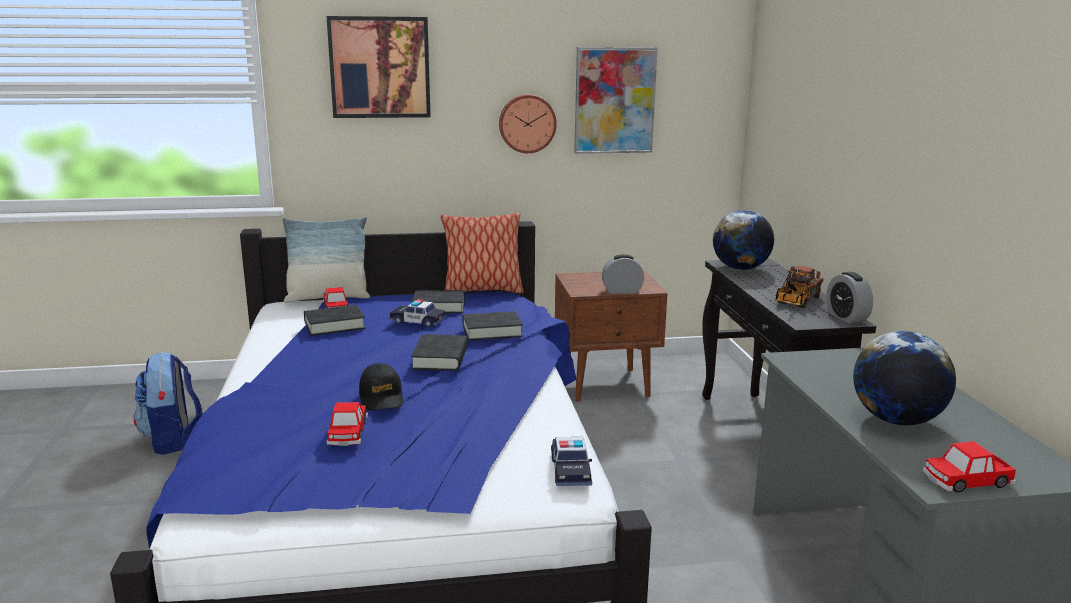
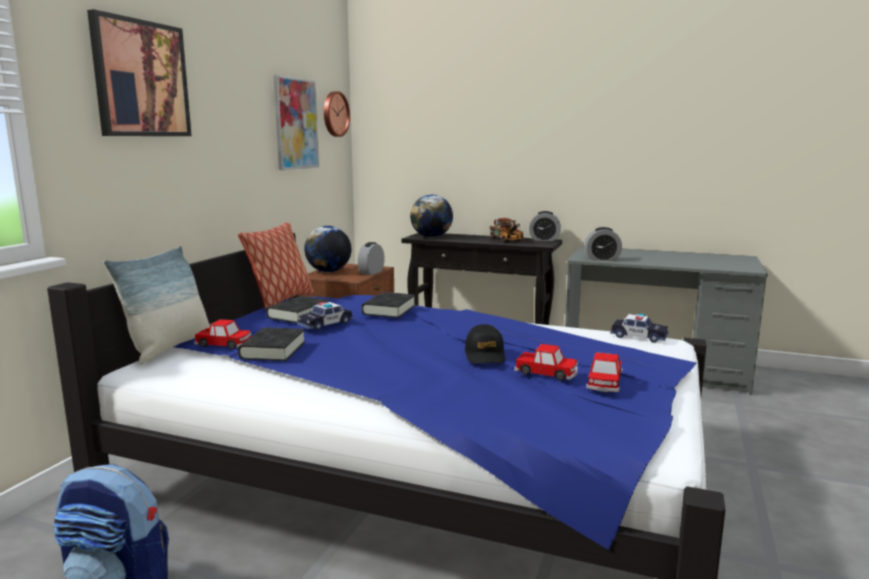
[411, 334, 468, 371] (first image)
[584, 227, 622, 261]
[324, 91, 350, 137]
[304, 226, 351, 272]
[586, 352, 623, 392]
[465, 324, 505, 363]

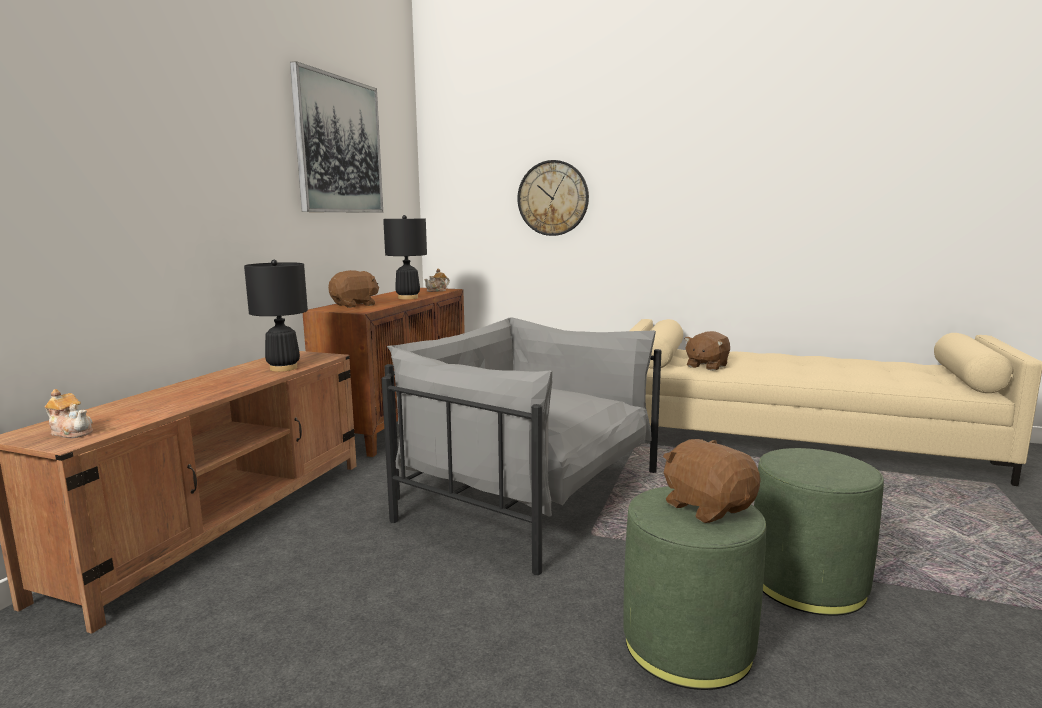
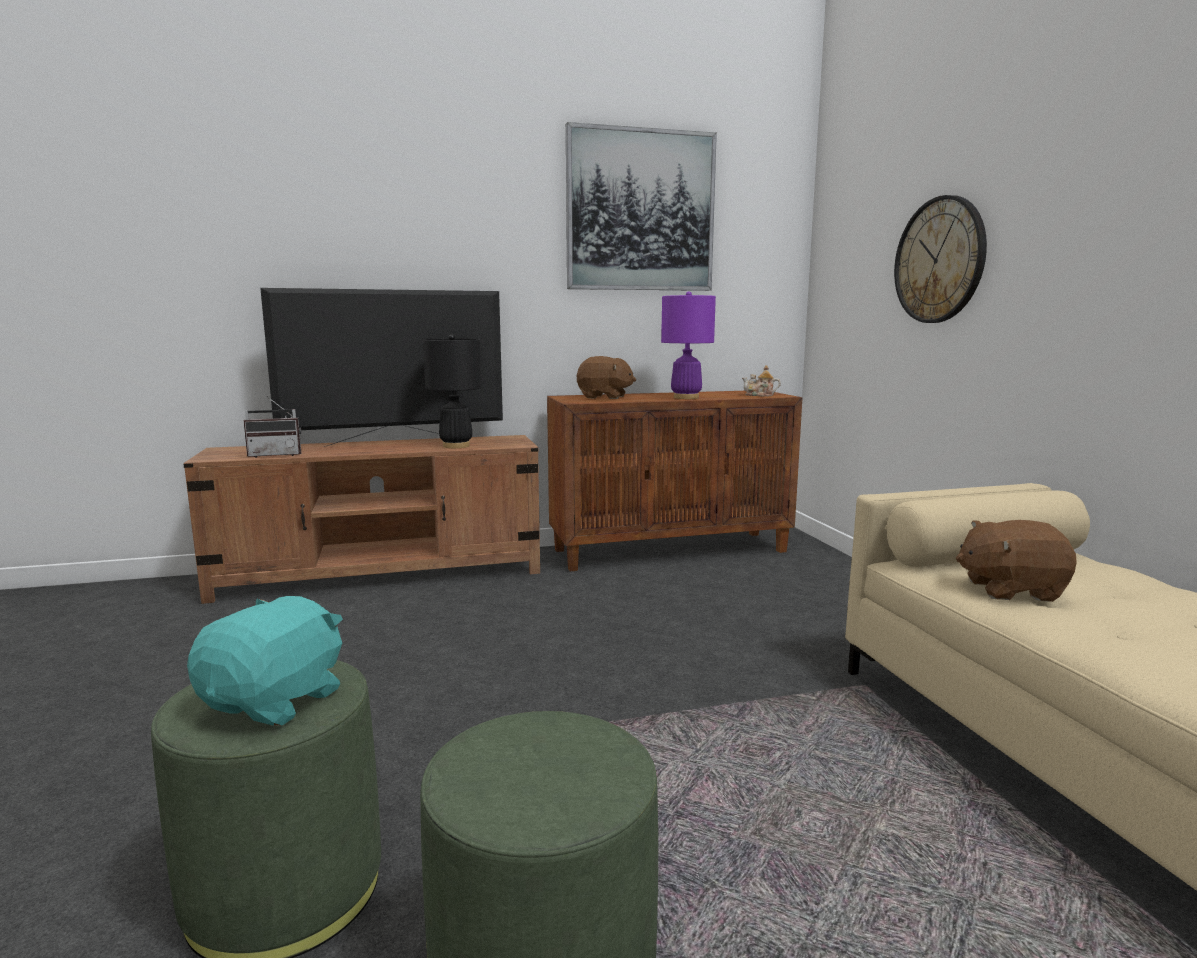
[45, 389, 93, 438] (first image)
[382, 317, 661, 575] (first image)
[243, 396, 301, 458]
[260, 288, 503, 447]
[661, 292, 716, 399]
[187, 596, 343, 726]

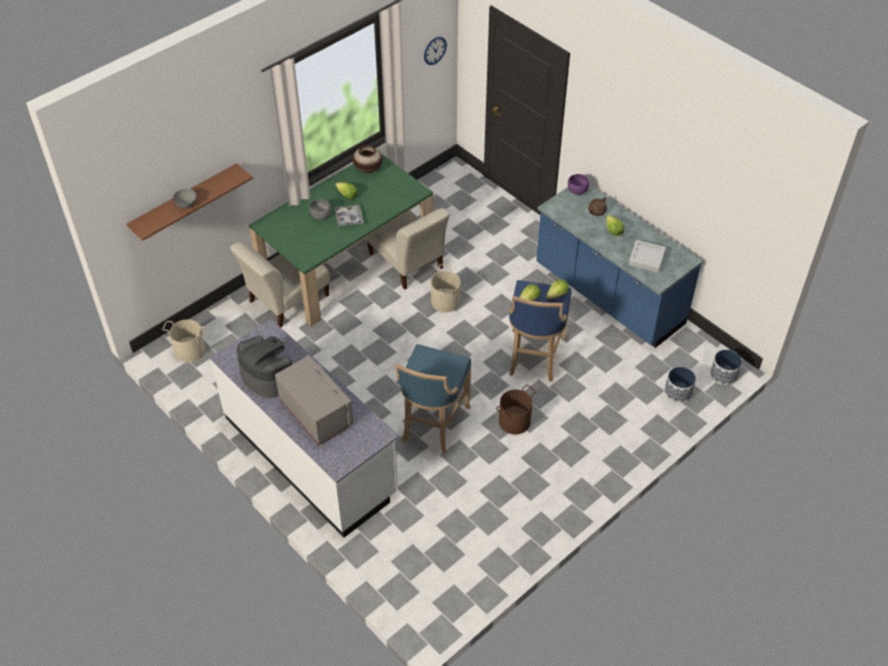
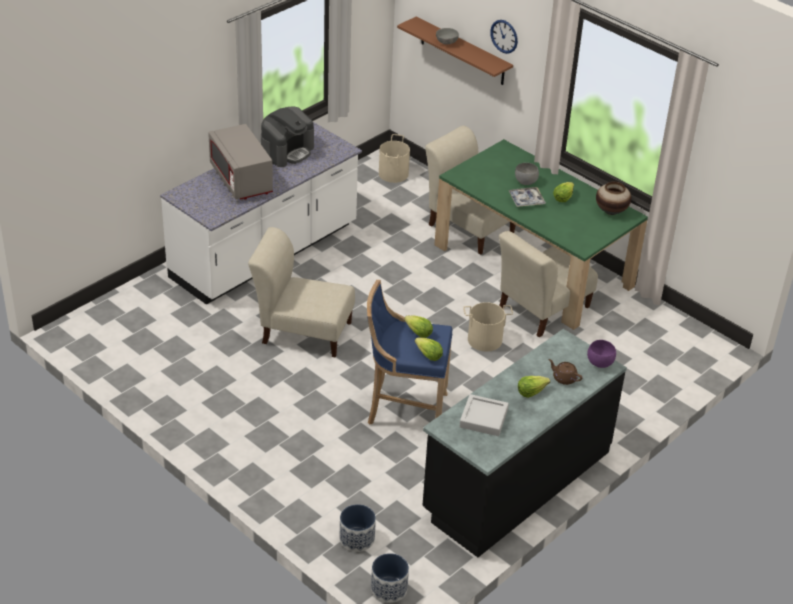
[496, 385, 536, 434] (first image)
[490, 20, 518, 54]
[248, 227, 355, 358]
[423, 329, 627, 557]
[208, 124, 273, 200]

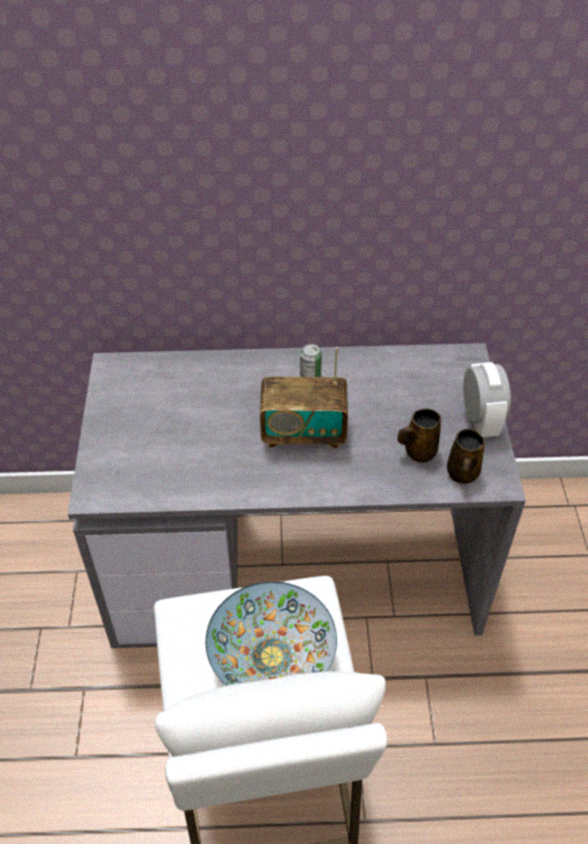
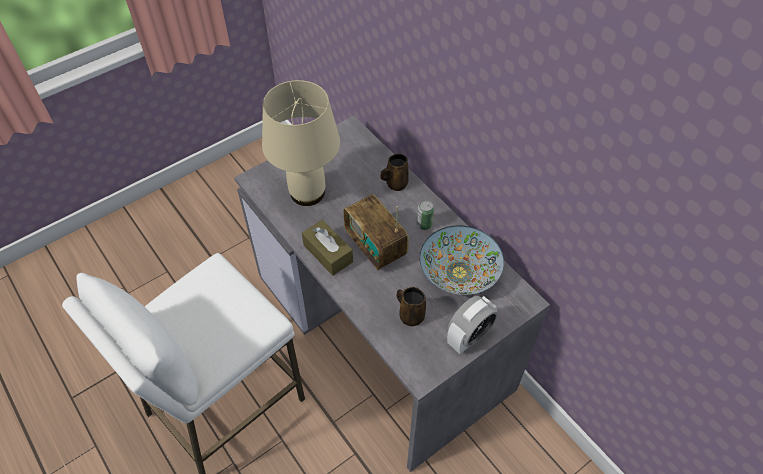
[262, 80, 340, 206]
[302, 220, 353, 276]
[420, 225, 504, 295]
[381, 154, 409, 191]

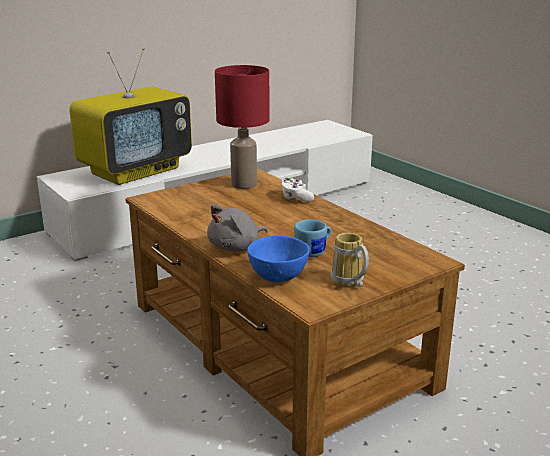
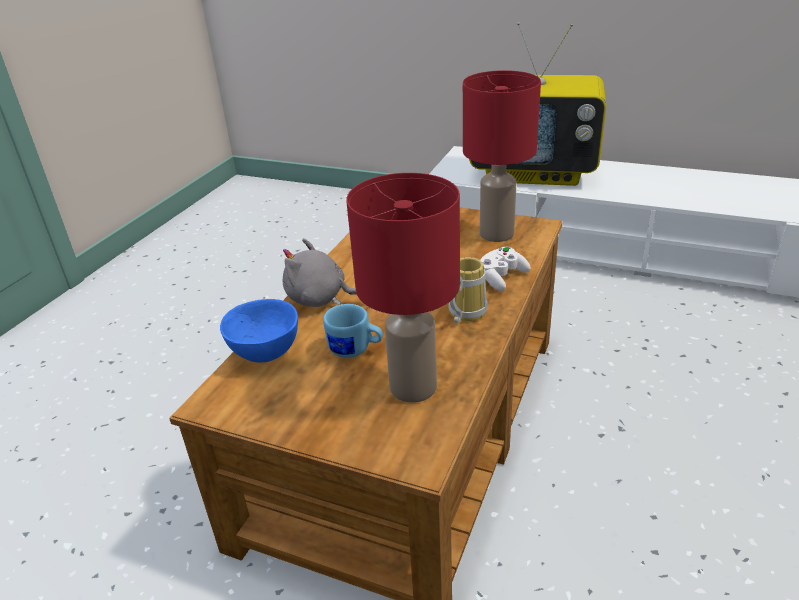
[346, 173, 460, 403]
[449, 257, 488, 323]

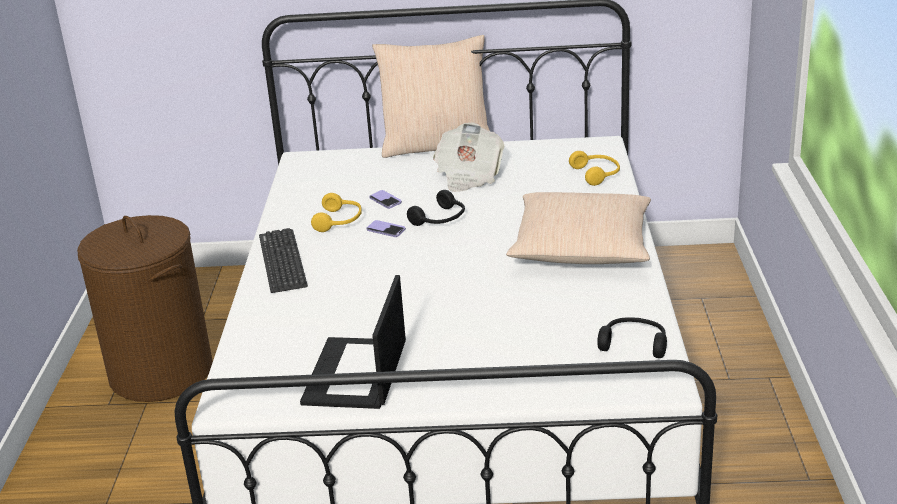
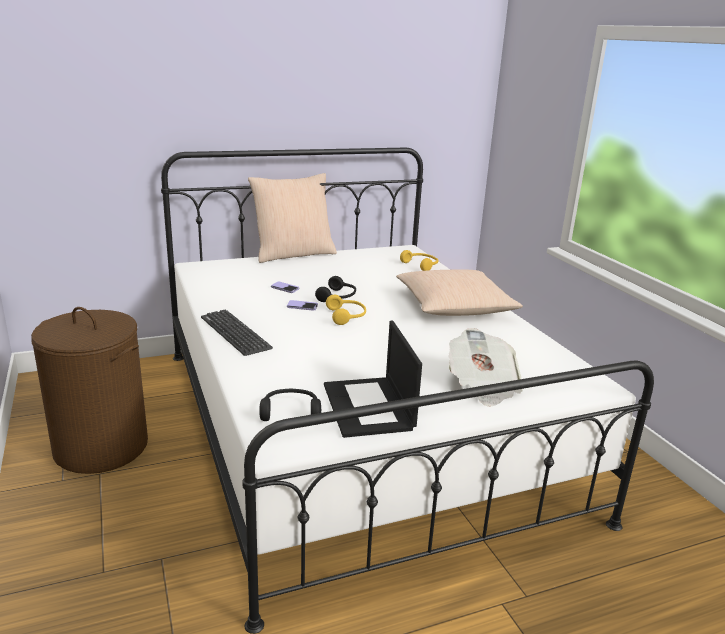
[326, 295, 366, 325]
[448, 328, 523, 407]
[259, 388, 321, 421]

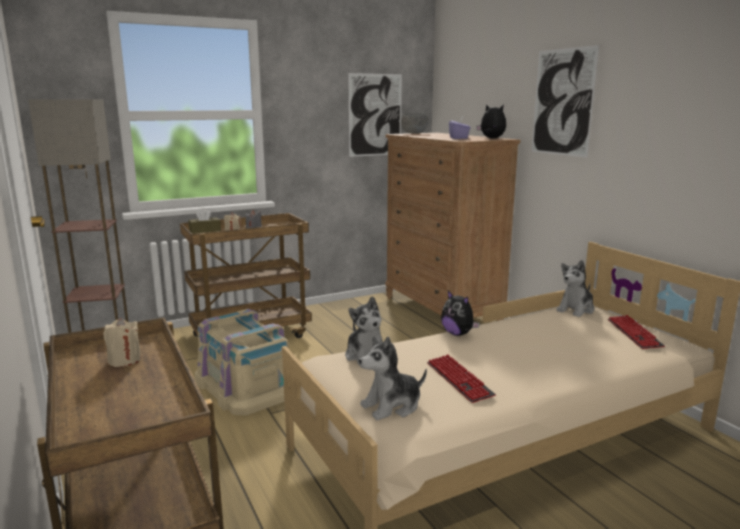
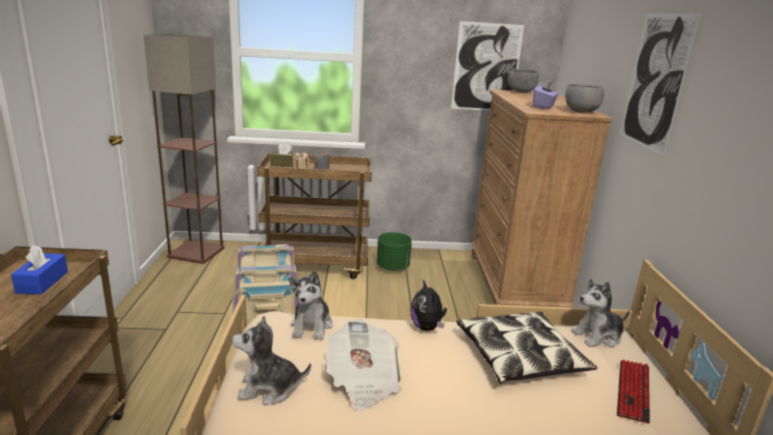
[377, 232, 412, 271]
[456, 312, 597, 384]
[11, 245, 68, 295]
[324, 319, 402, 411]
[565, 84, 604, 113]

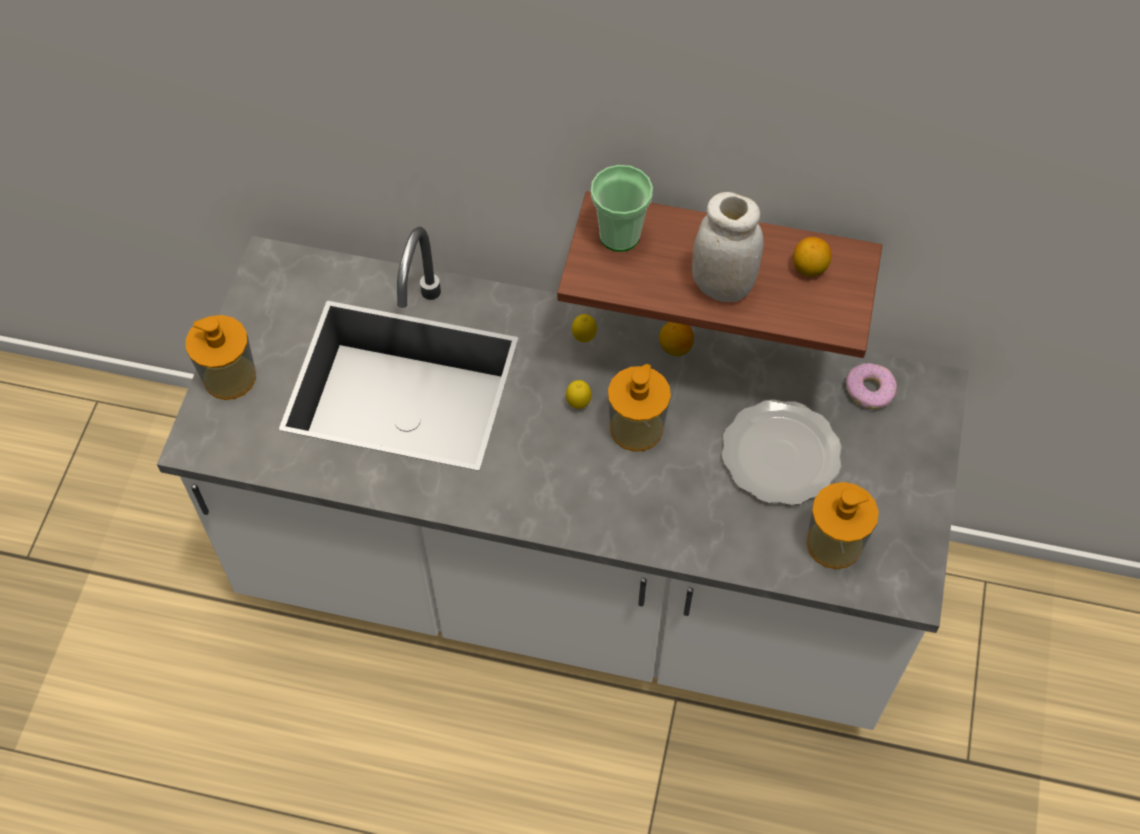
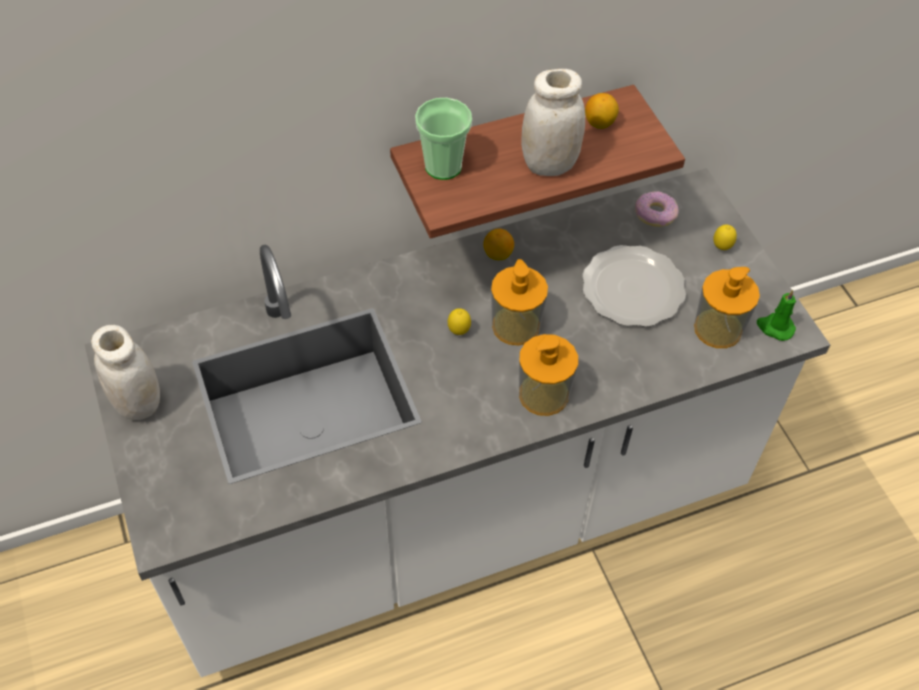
[91, 325, 160, 420]
[757, 290, 796, 341]
[519, 334, 578, 416]
[713, 225, 737, 250]

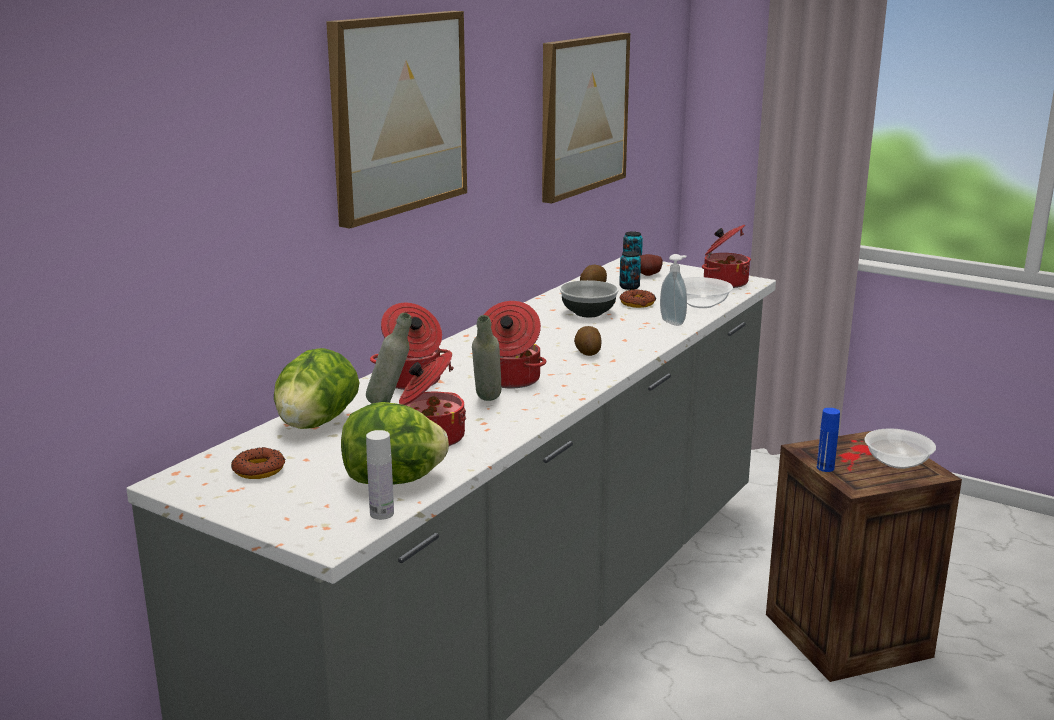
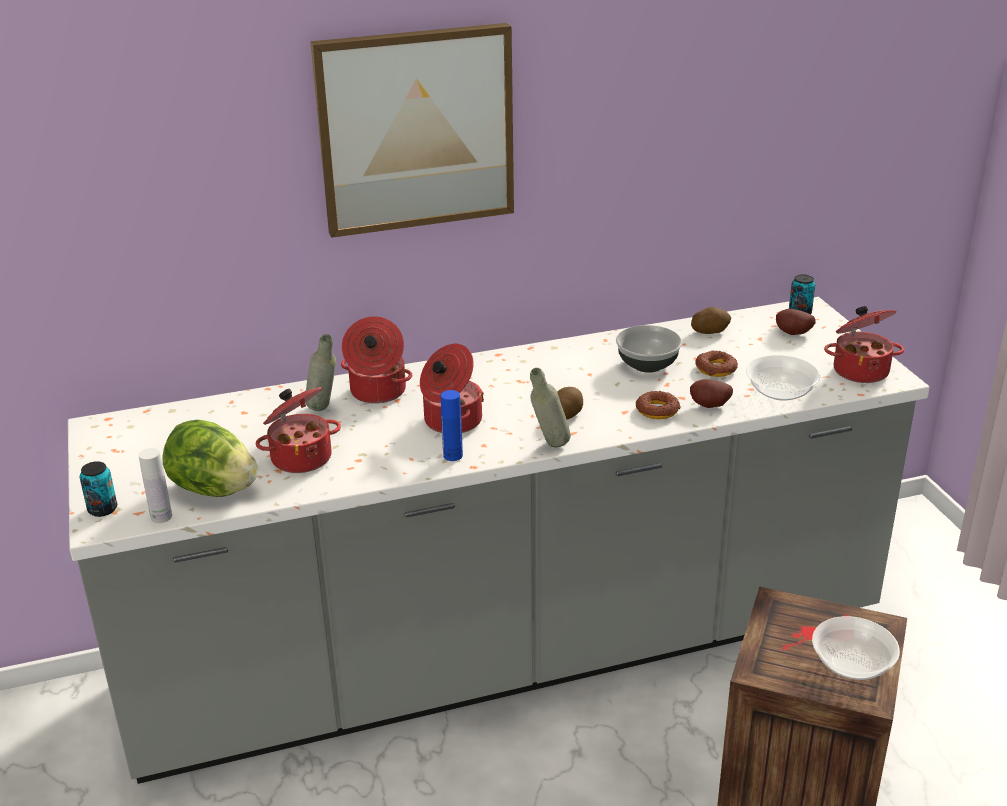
[274, 348, 360, 429] (first image)
[542, 33, 630, 204] (first image)
[636, 391, 681, 419]
[530, 368, 571, 447]
[80, 461, 117, 517]
[441, 390, 463, 461]
[690, 379, 733, 408]

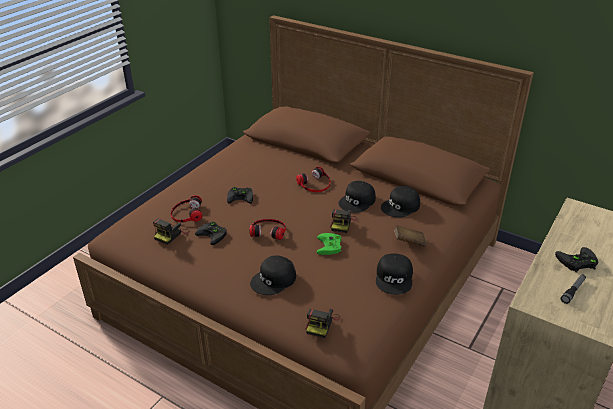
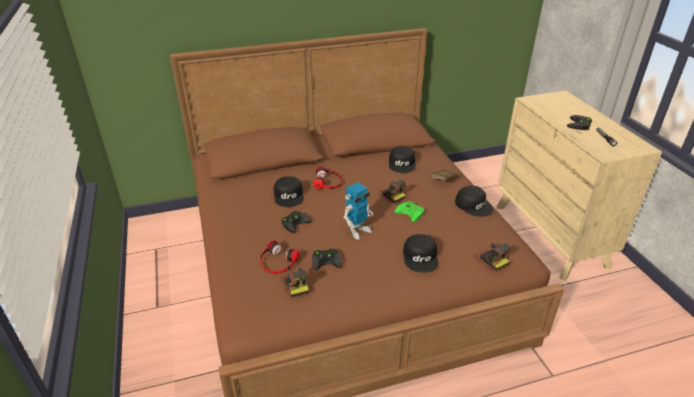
[274, 176, 304, 207]
[344, 182, 373, 240]

